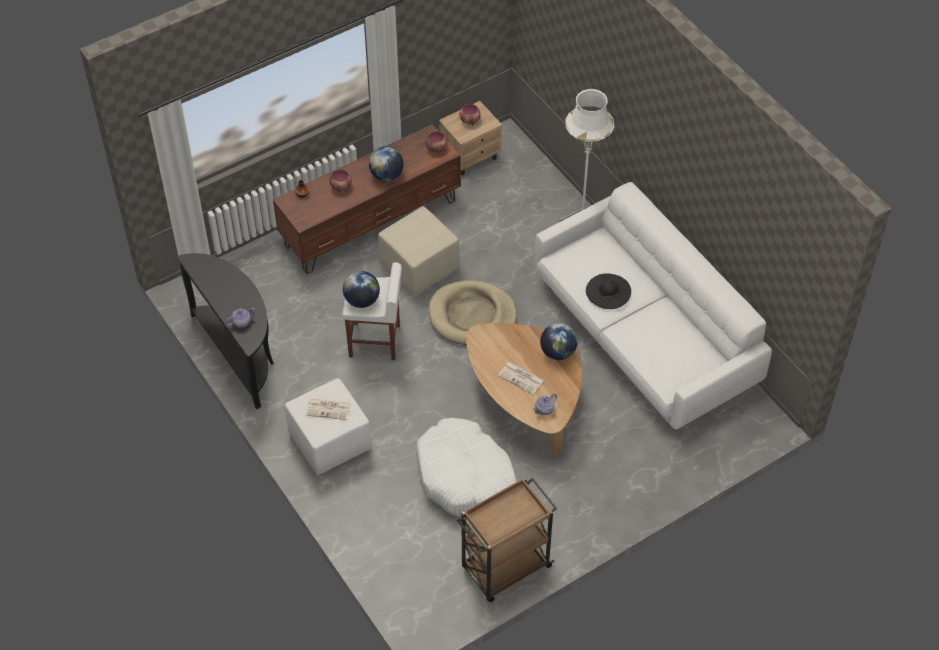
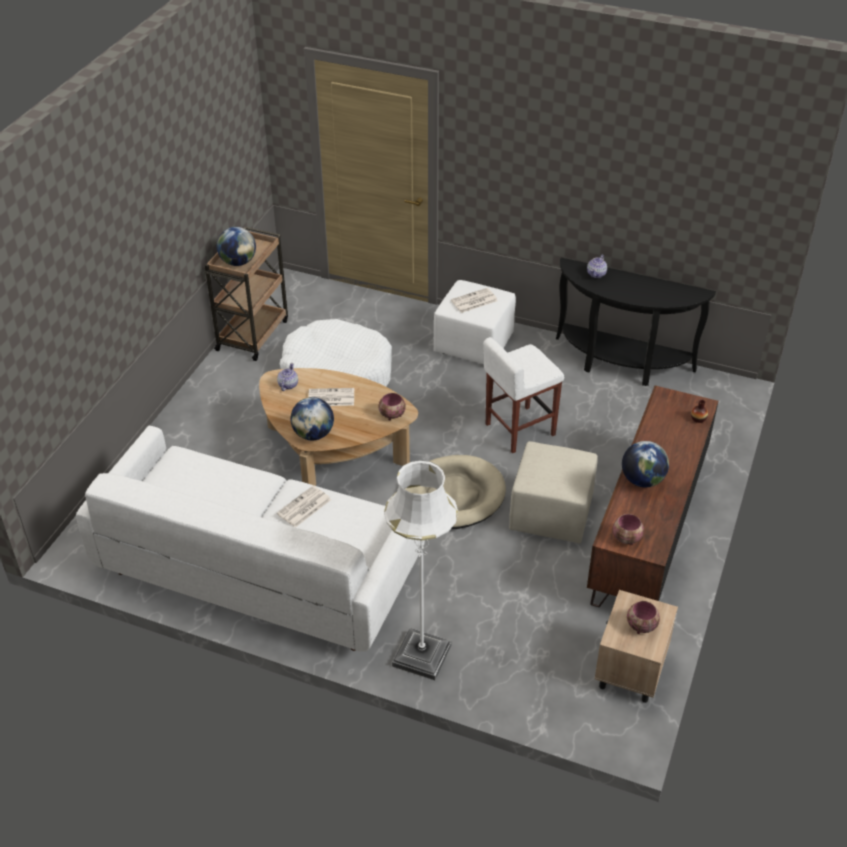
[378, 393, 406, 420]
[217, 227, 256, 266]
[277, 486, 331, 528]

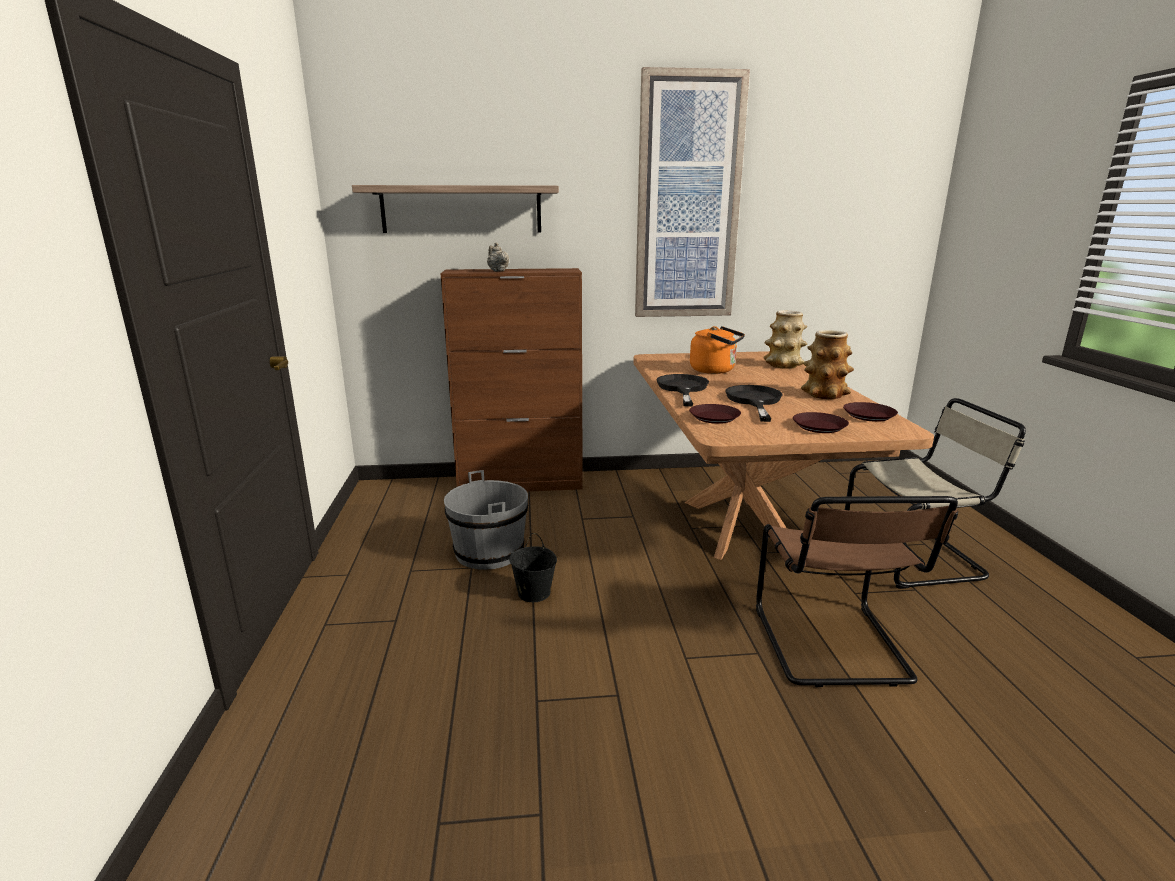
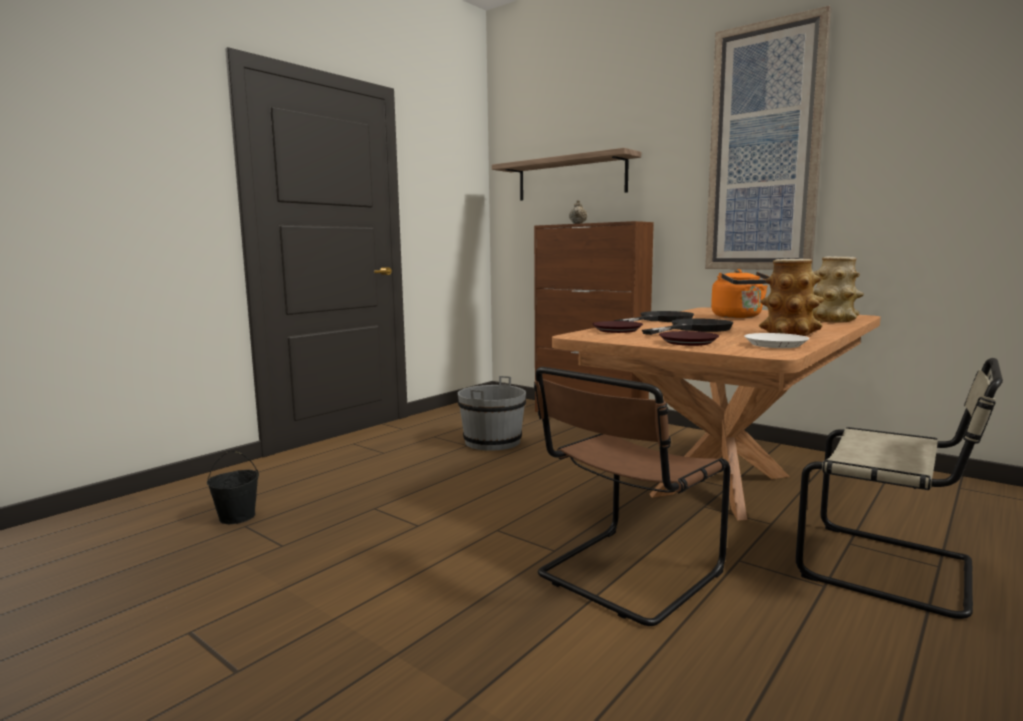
[207, 450, 259, 524]
[744, 333, 810, 348]

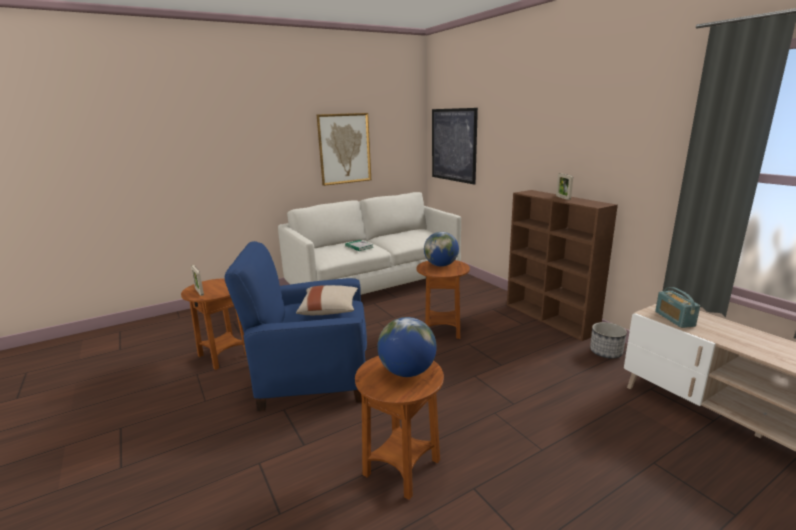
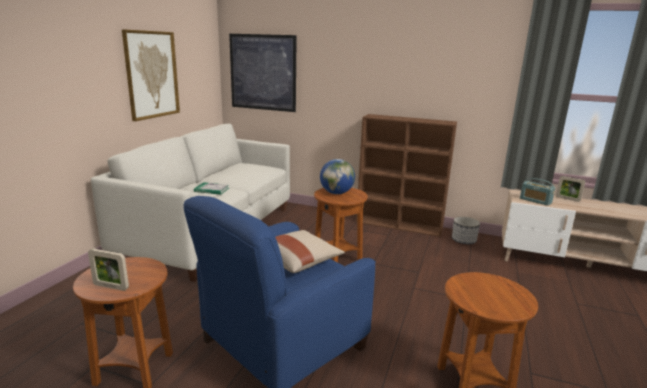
[377, 317, 437, 377] (first image)
[556, 176, 585, 202]

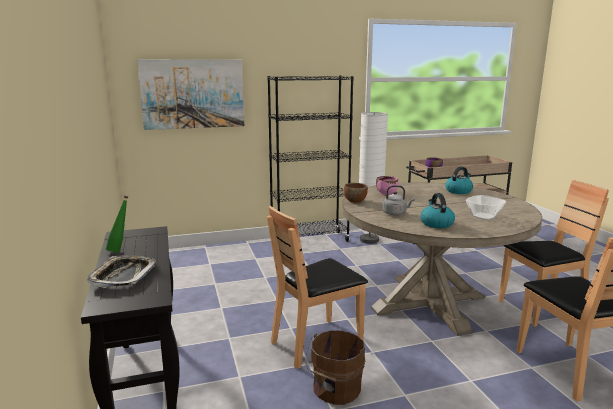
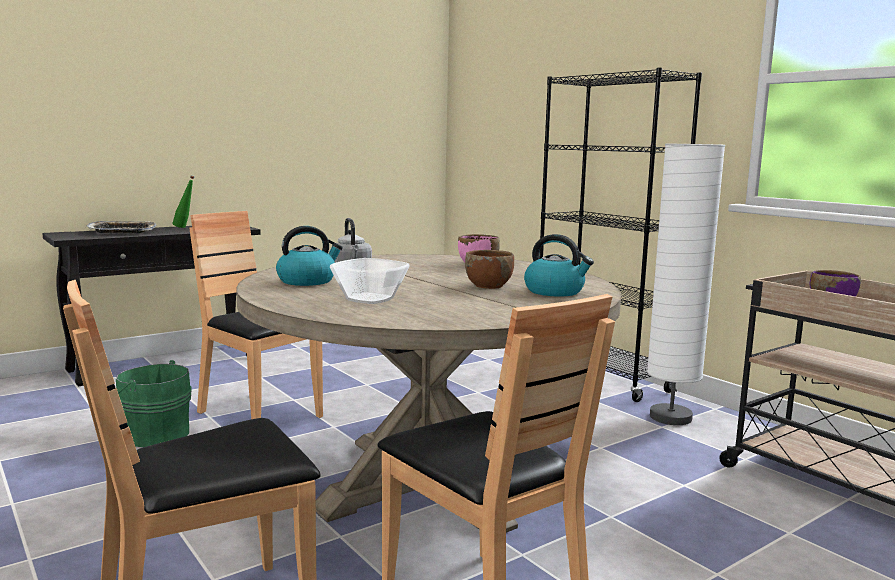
[137, 59, 244, 130] (first image)
[465, 250, 514, 289]
[116, 360, 191, 447]

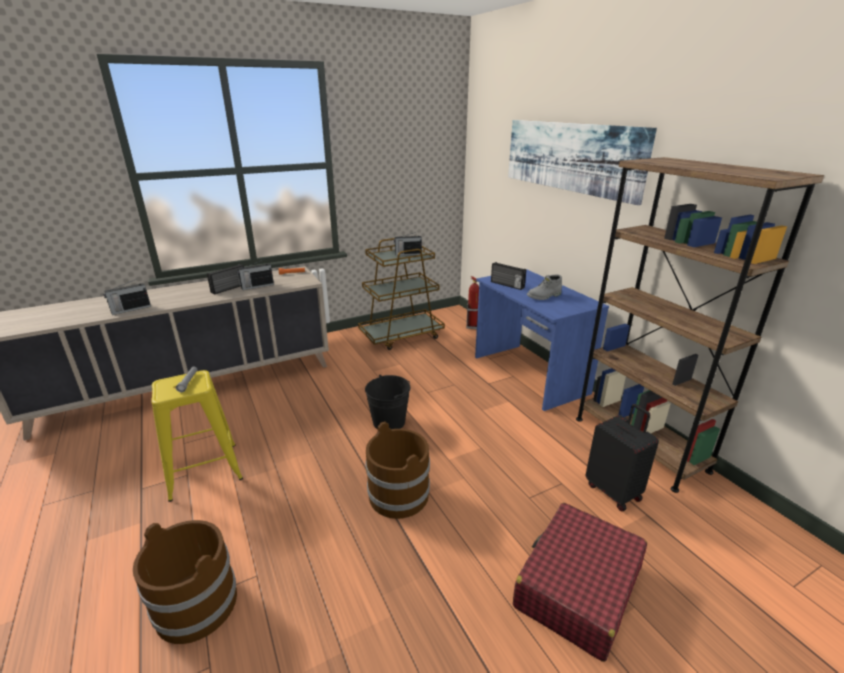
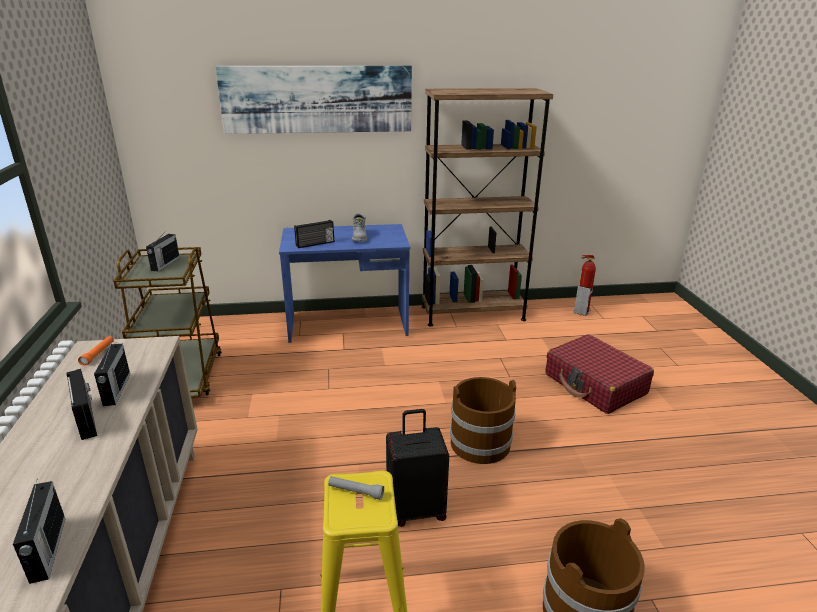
[365, 375, 410, 430] (first image)
[574, 255, 596, 316]
[386, 409, 449, 527]

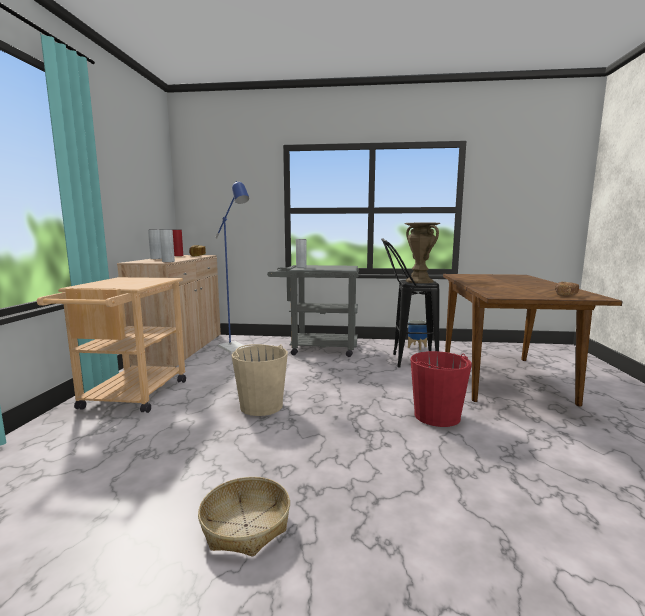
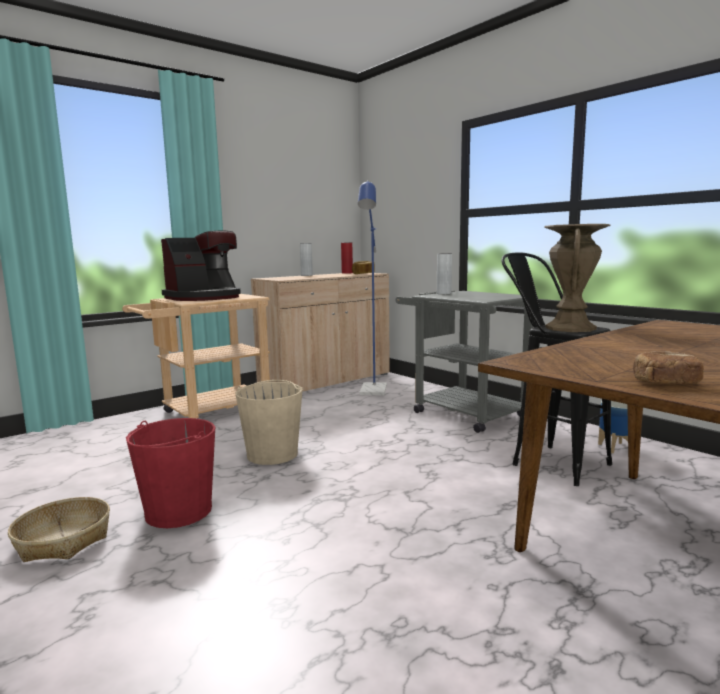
[160, 229, 175, 262] (first image)
[161, 230, 241, 301]
[126, 418, 215, 528]

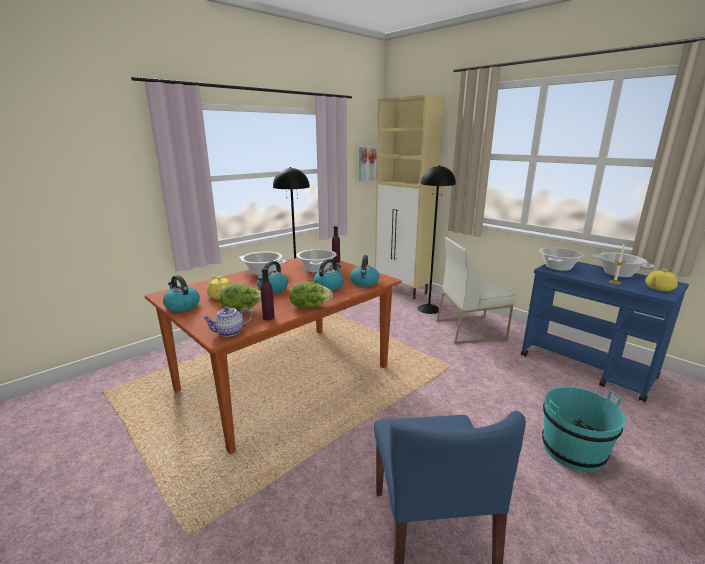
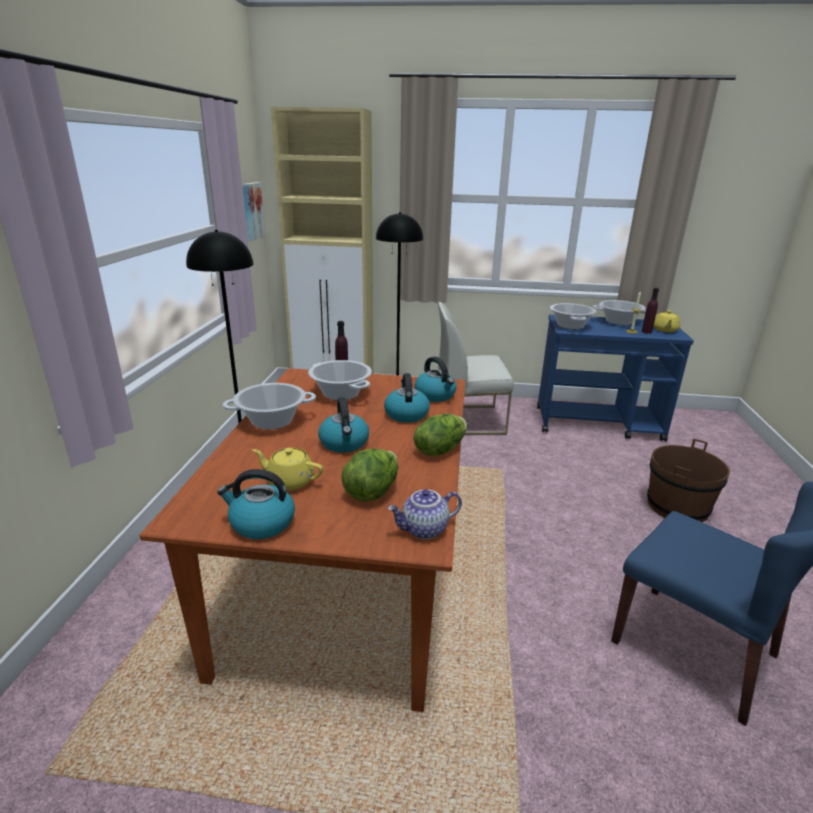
[642, 288, 659, 334]
[647, 439, 730, 522]
[388, 489, 462, 539]
[438, 302, 514, 435]

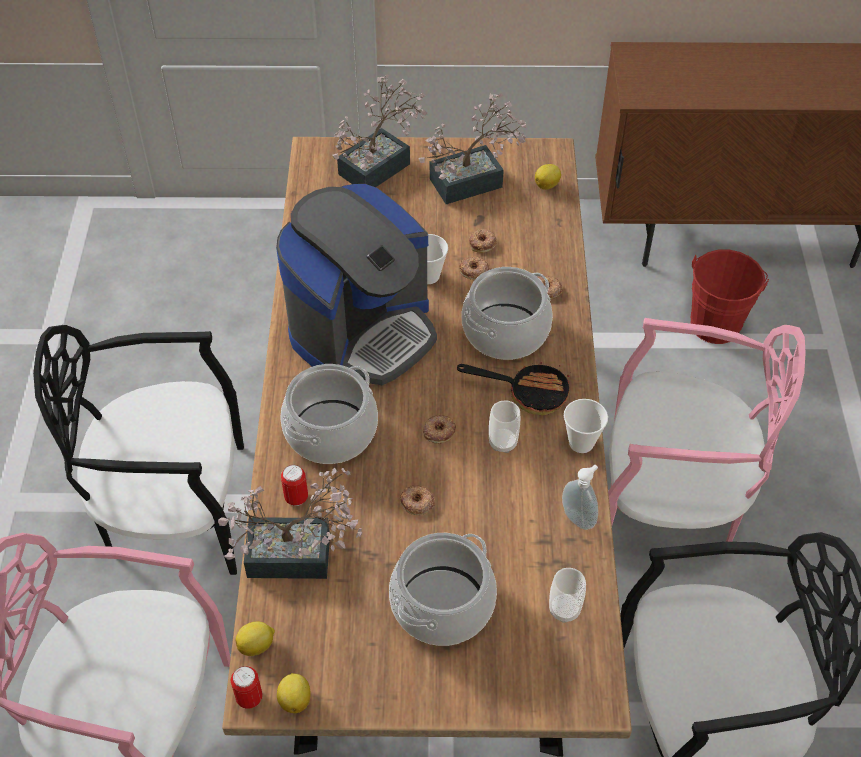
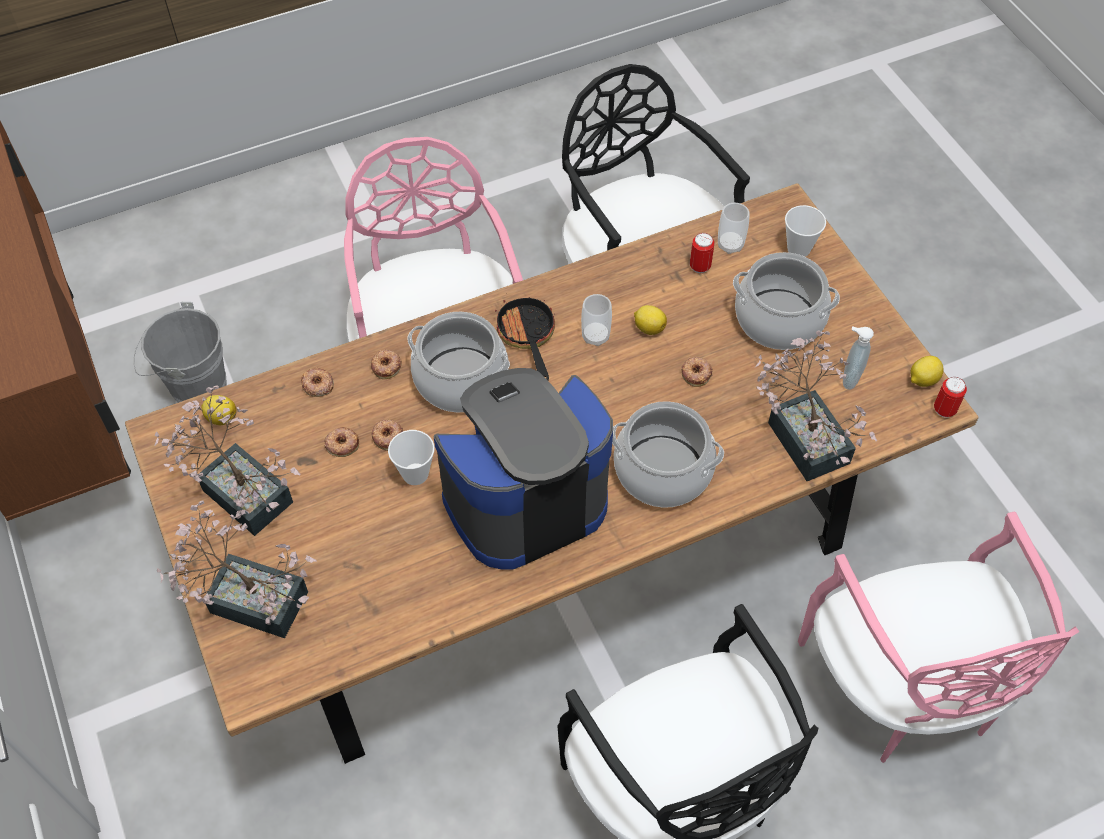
[634, 305, 667, 335]
[690, 233, 715, 273]
[301, 367, 334, 397]
[843, 326, 874, 390]
[785, 205, 826, 257]
[134, 302, 227, 403]
[434, 368, 613, 570]

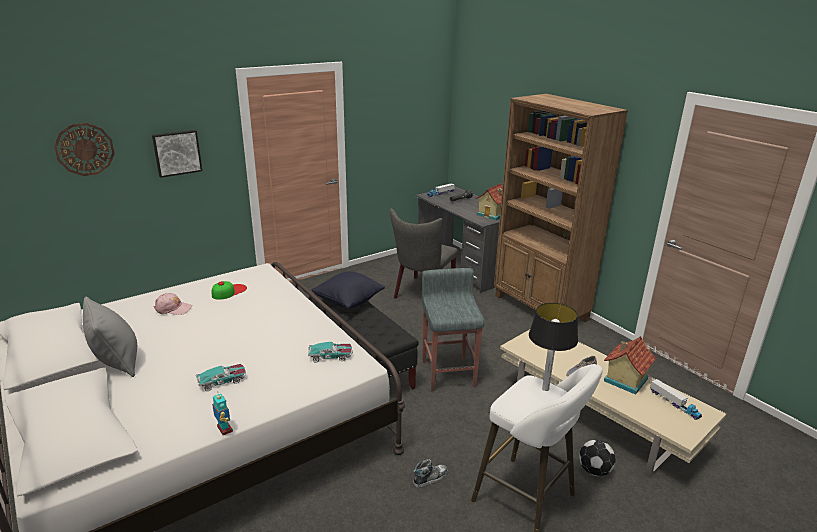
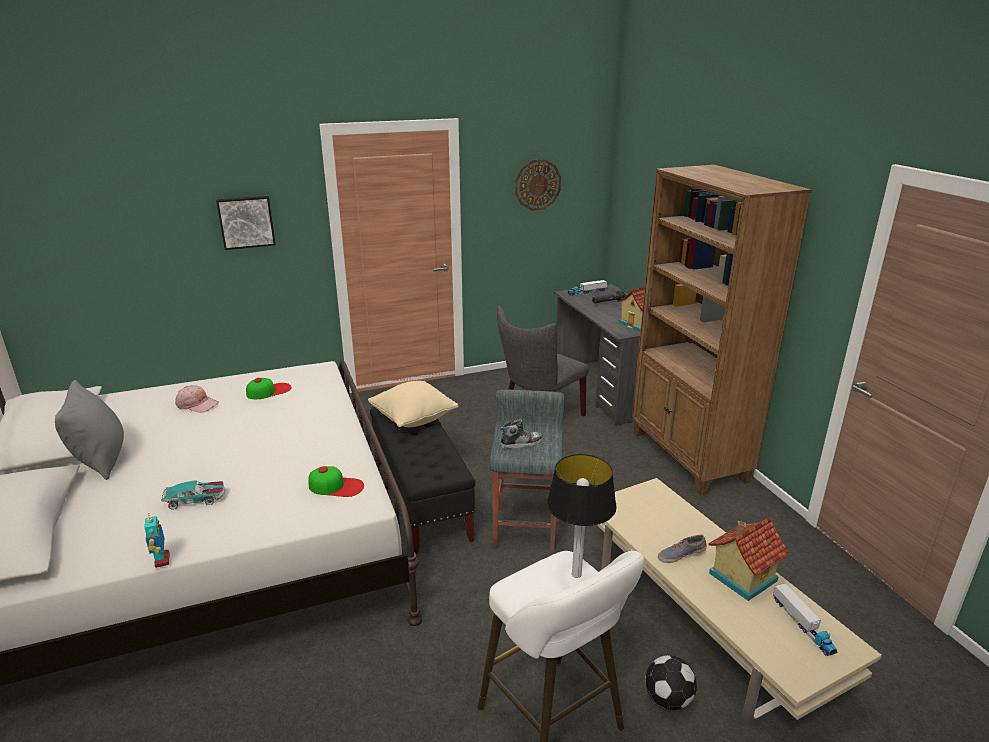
[515, 159, 561, 211]
[500, 419, 543, 449]
[308, 466, 364, 497]
[368, 381, 458, 427]

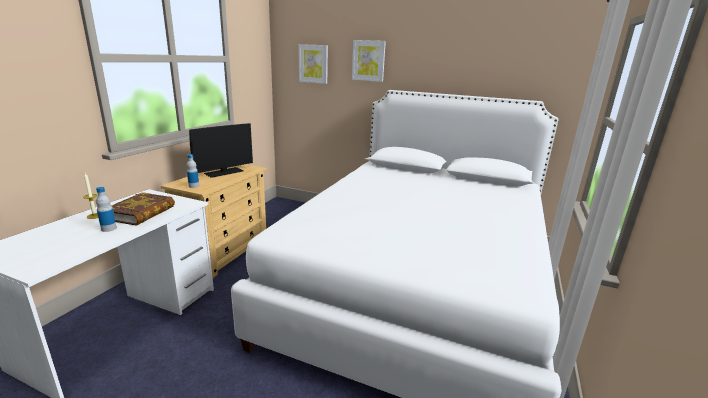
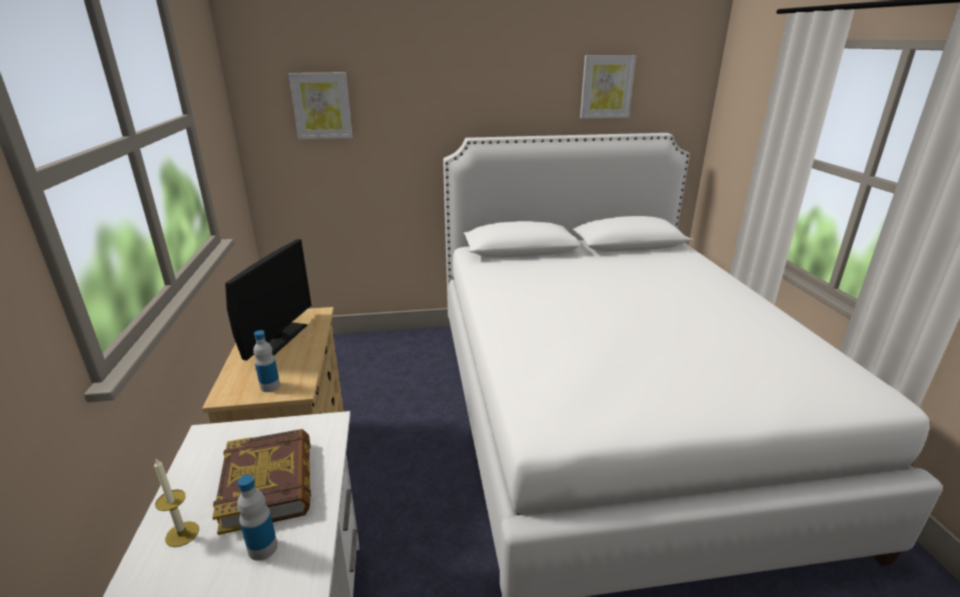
[580, 55, 636, 119]

